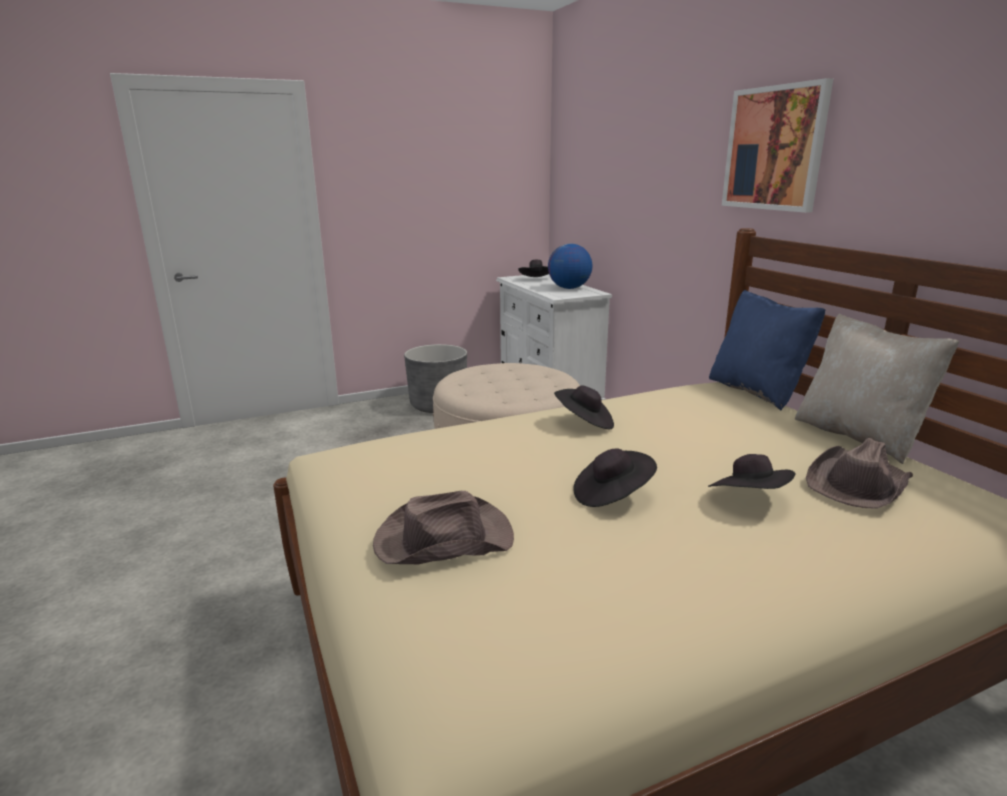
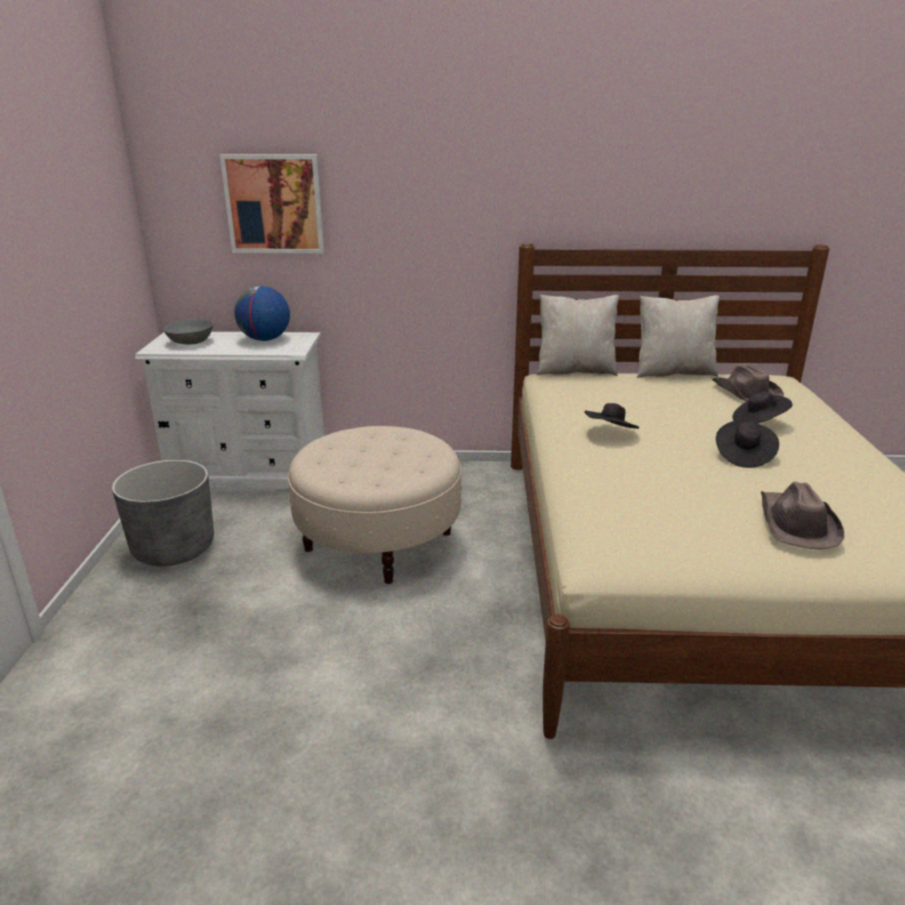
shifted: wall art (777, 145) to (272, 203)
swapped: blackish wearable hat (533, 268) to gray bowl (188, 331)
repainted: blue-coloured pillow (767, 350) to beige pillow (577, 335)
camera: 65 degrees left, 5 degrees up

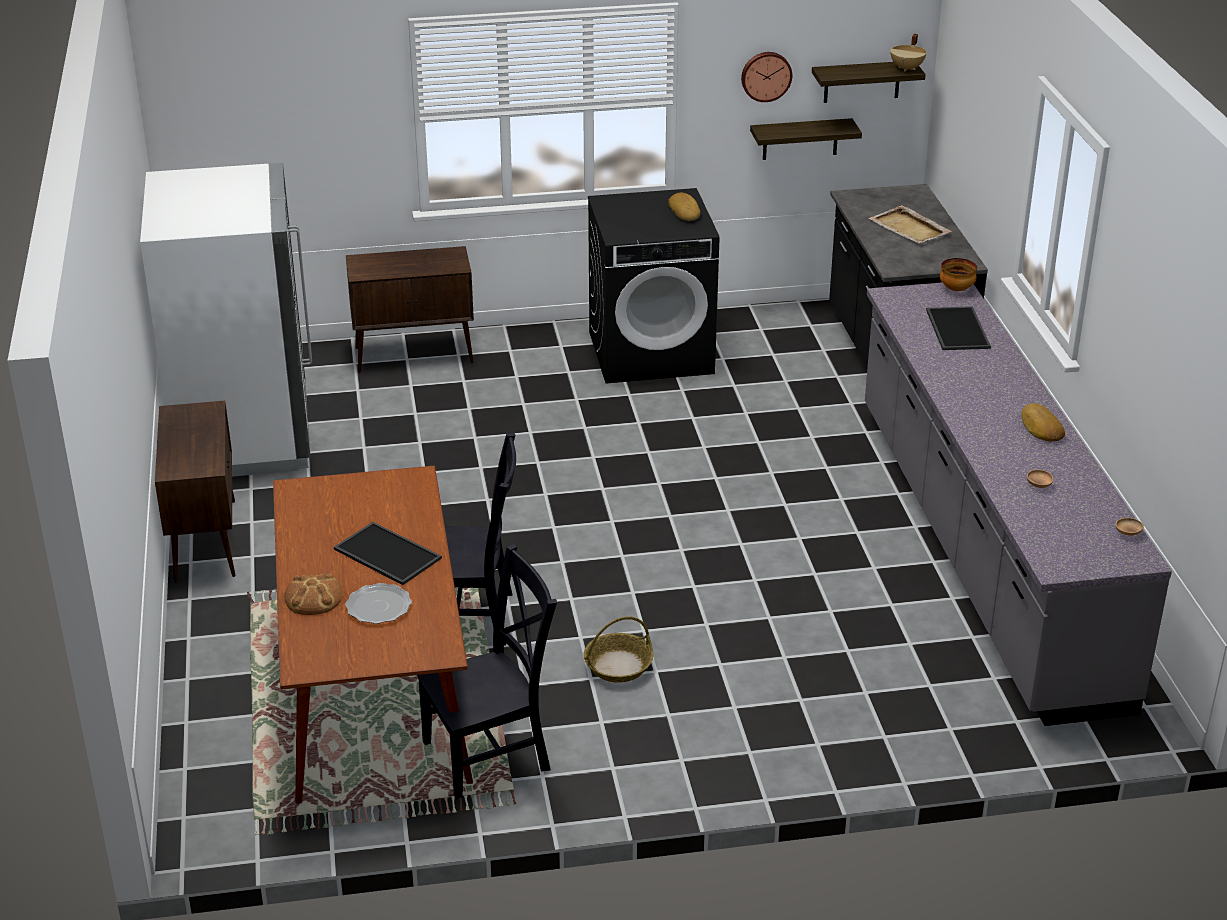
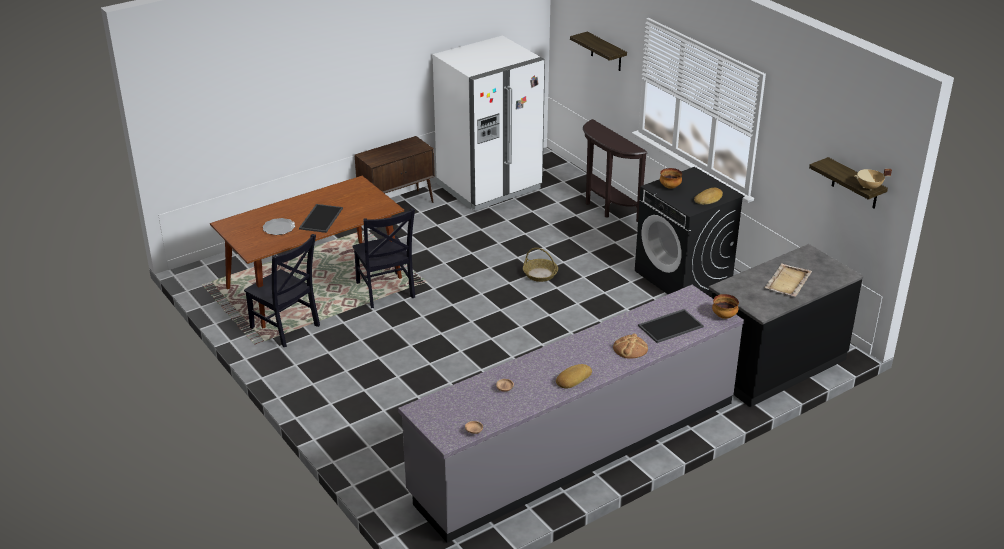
gone: wall clock (766, 77)
new: bowl (671, 178)
shifted: bread (313, 594) to (630, 346); household basket (618, 649) to (540, 265); wall shelf (806, 139) to (598, 51)
swapped: brown cabinet (410, 309) to brown hall table (615, 170)
camera: 65 degrees right, 0 degrees up

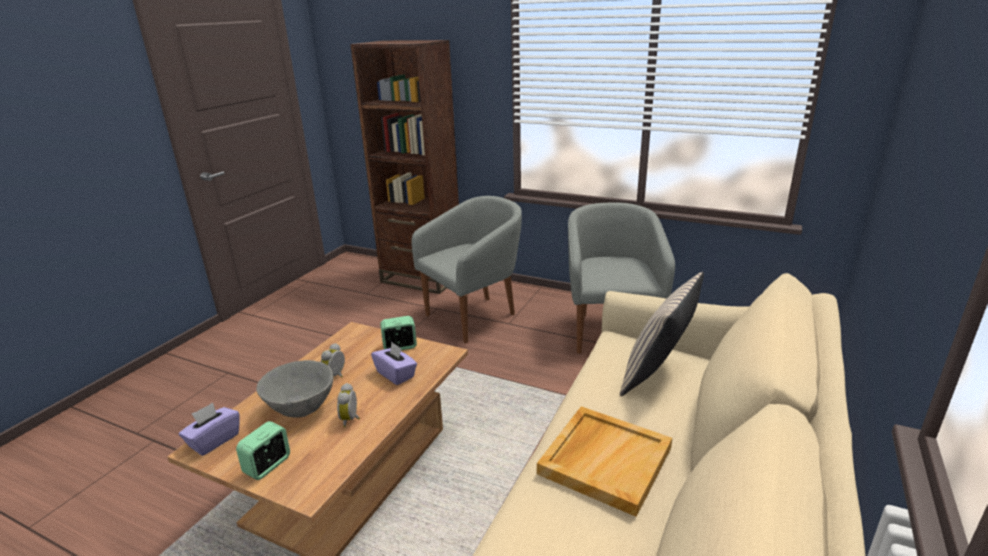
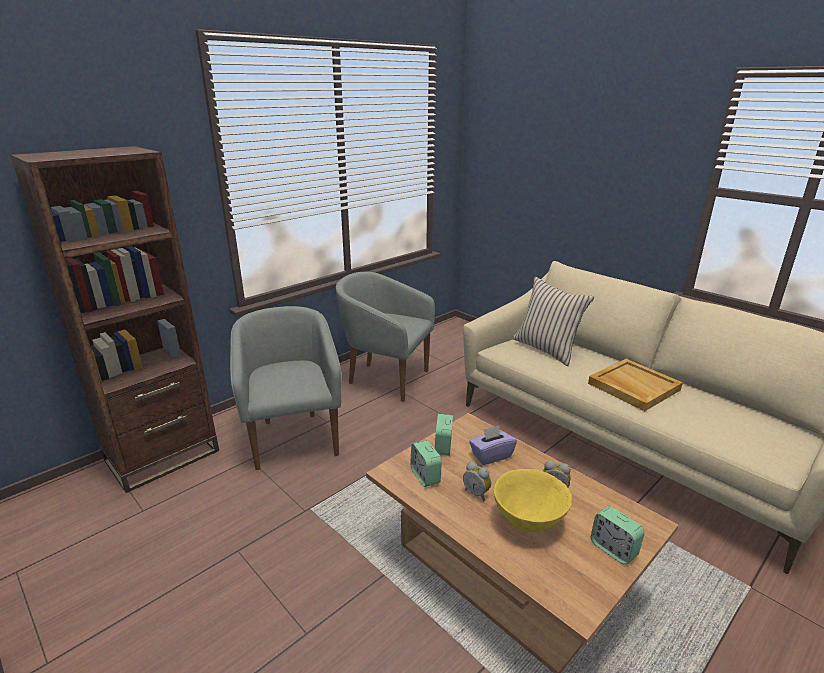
gone: purplish tissue box (209, 429)
new: bedside clock (426, 463)
repainted: gray bowl (294, 388) to yellowish bowl (533, 500)
camera: 70 degrees left, 0 degrees up

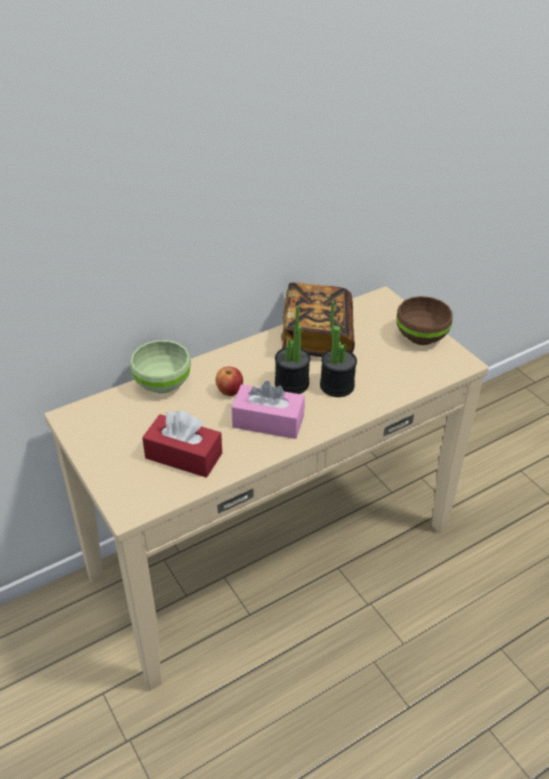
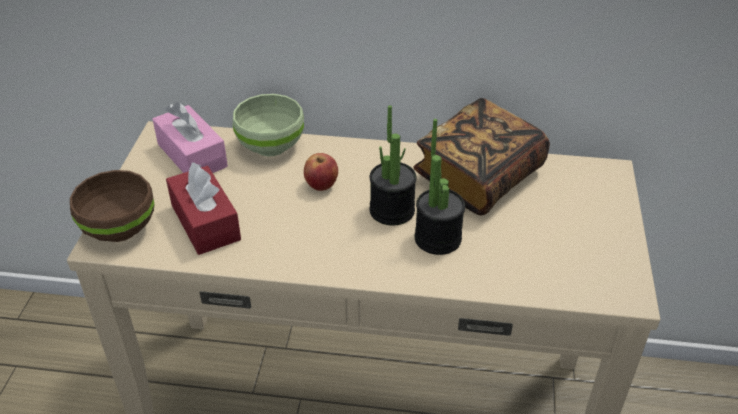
shifted: pink-coloured tissue box (268, 410) to (190, 137); brown bowl (424, 320) to (112, 206)
camera: 40 degrees right, 0 degrees up

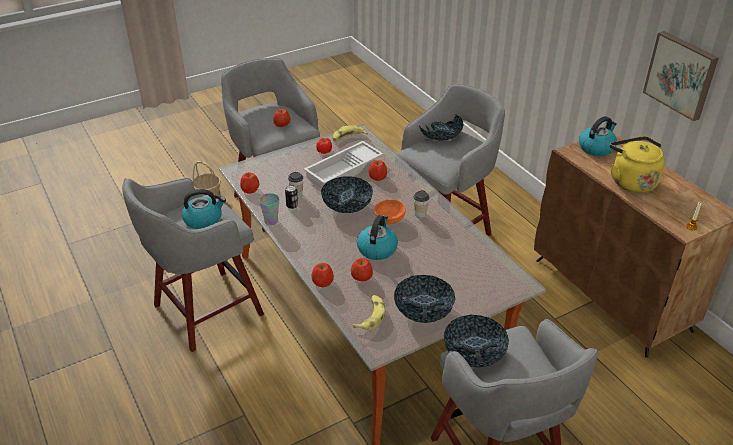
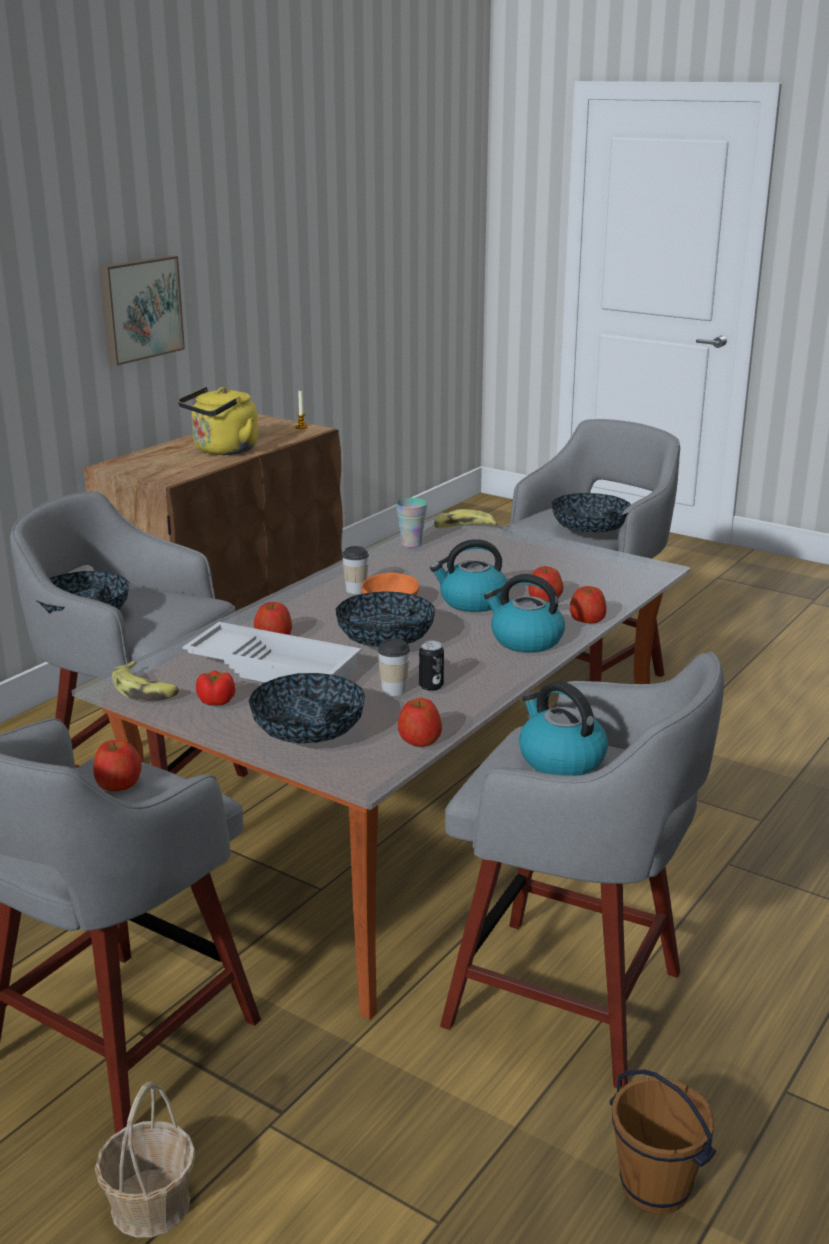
new: brown water bucket (663, 1142)
shifted: drinking cup (269, 209) to (411, 522); banana fruit (368, 312) to (466, 518); bowl (424, 299) to (306, 708); kettle (598, 136) to (524, 613)
camera: 115 degrees left, 15 degrees down

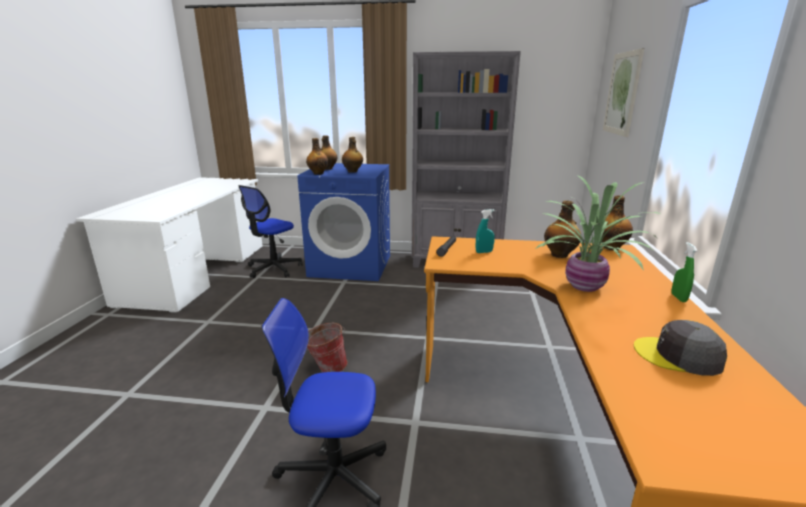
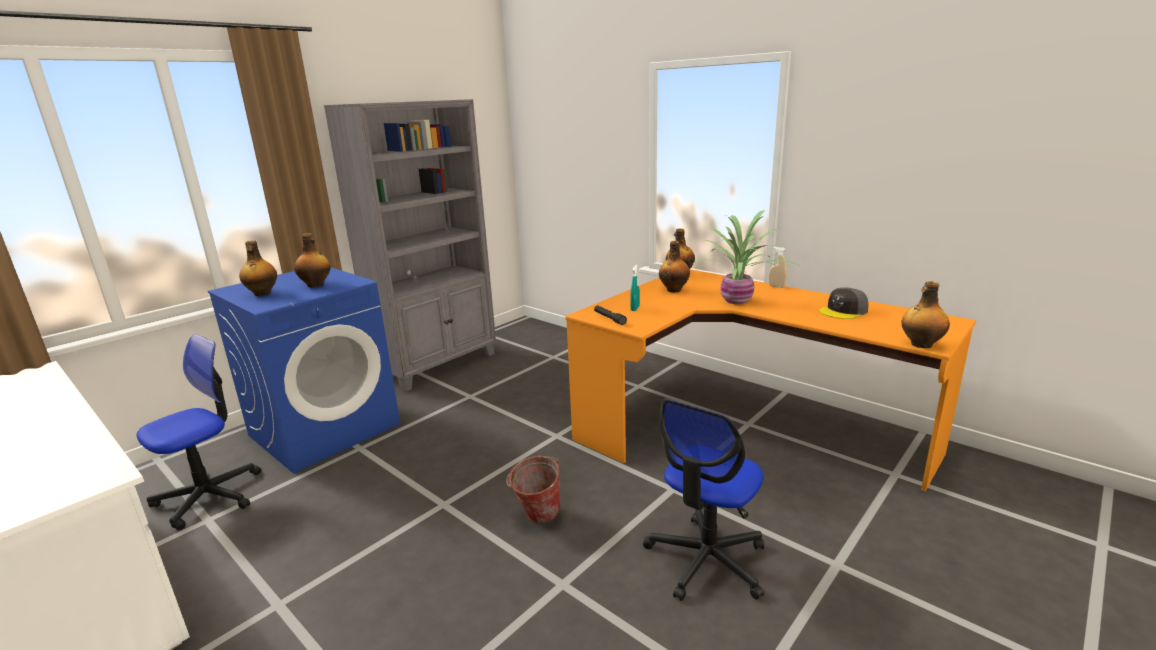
gone: wall art (623, 92)
shifted: bottle (317, 156) to (926, 314)
repainted: greenish hand sprayer (684, 272) to beige hand sprayer (778, 267)
rotated: desk chair (270, 231) = (199, 432) 120 degrees counterclockwise
camera: 55 degrees left, 0 degrees up

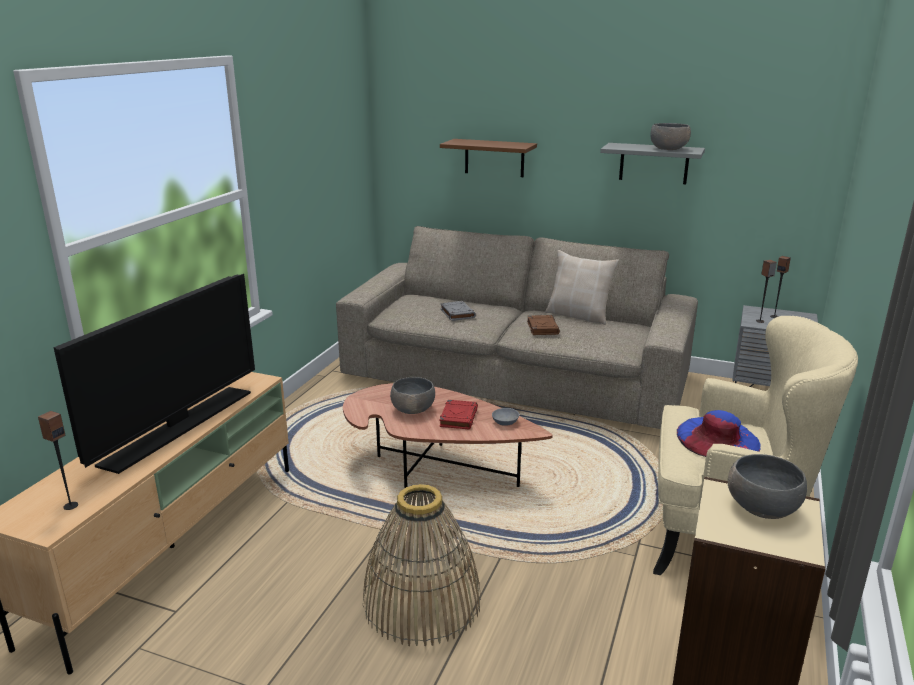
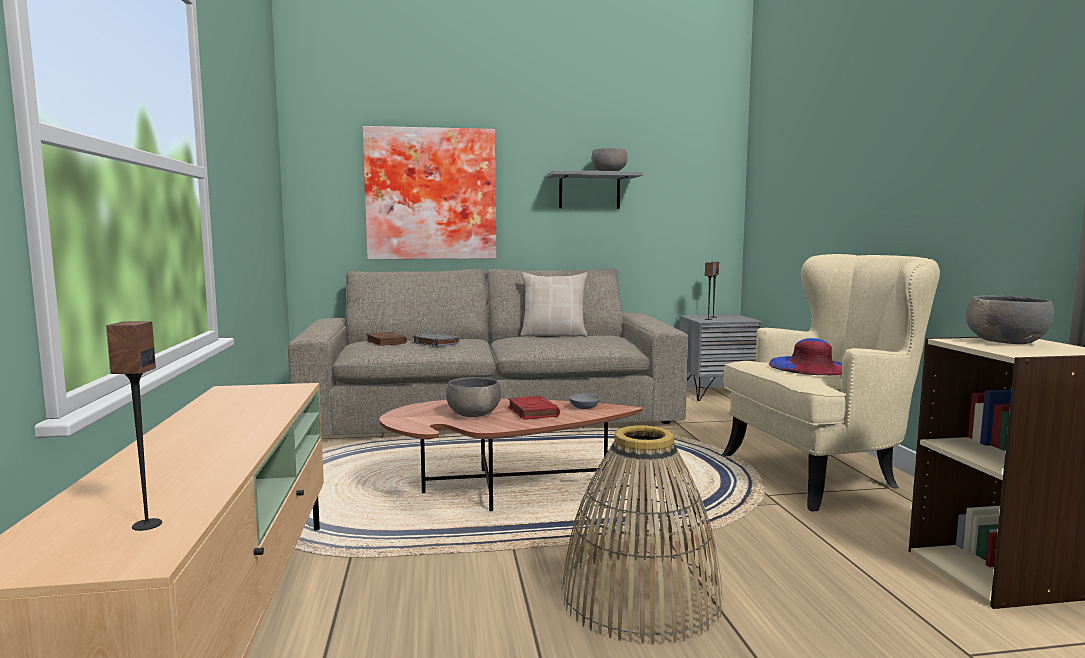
gone: TV (154, 374)
shifted: brown book (543, 325) to (386, 339)
swapped: brown wall shelf (488, 158) to wall art (429, 192)
camera: 30 degrees left, 15 degrees down

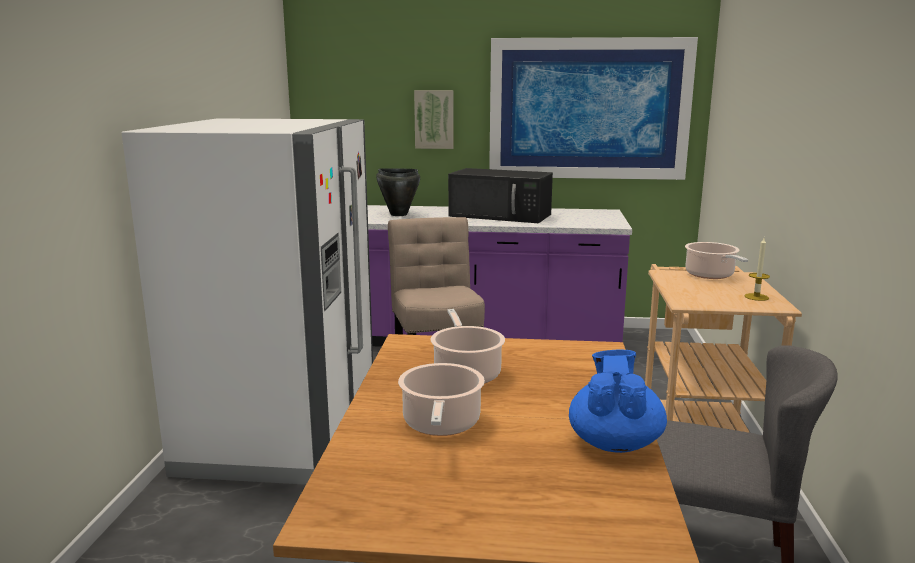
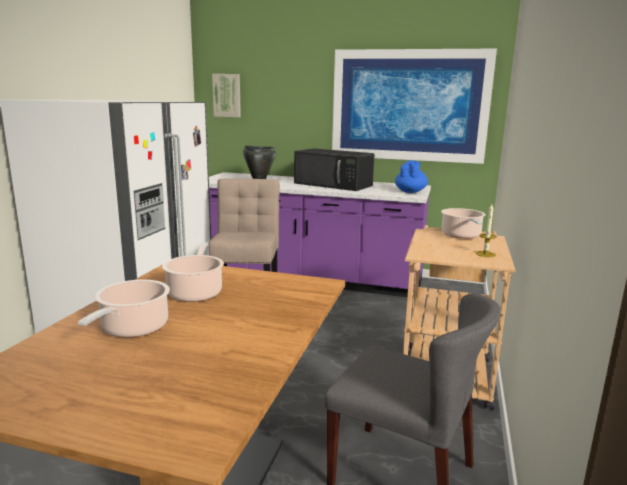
shifted: wall art (434, 119) to (226, 95); blue-coloured teapot (618, 401) to (411, 177)
camera: 10 degrees right, 0 degrees up

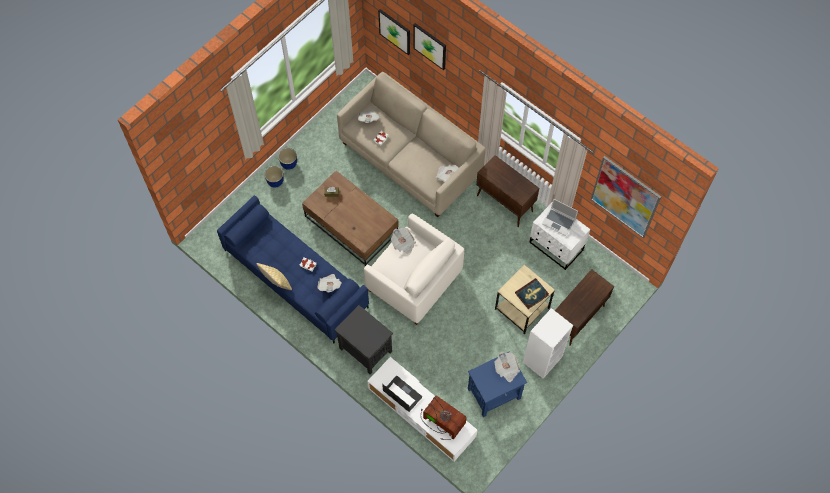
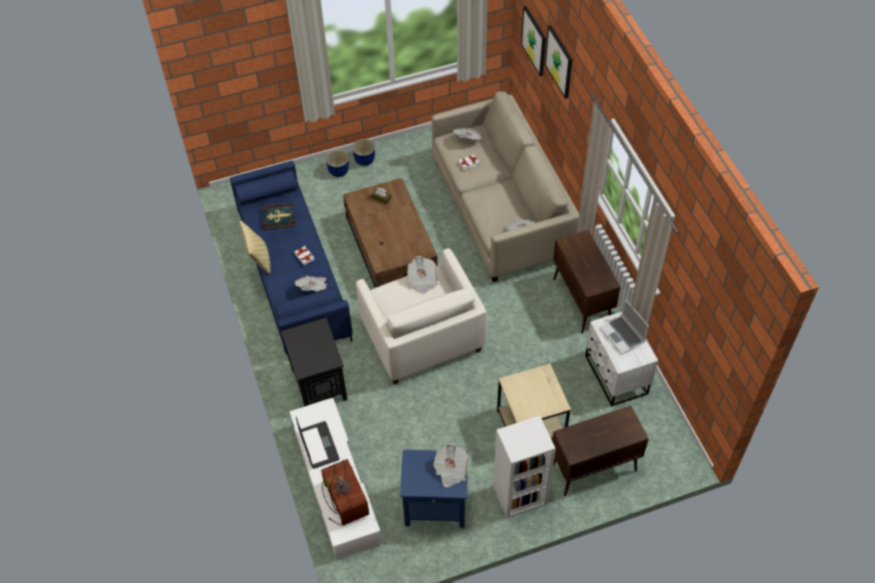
gone: wall art (626, 197)
shifted: book (532, 293) to (278, 217)
camera: 30 degrees right, 10 degrees down

